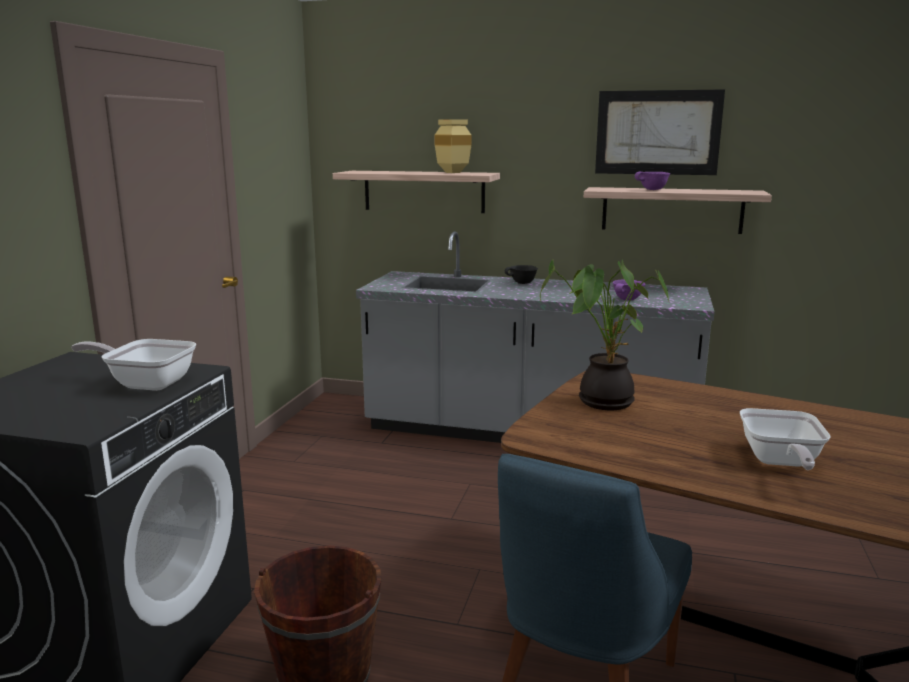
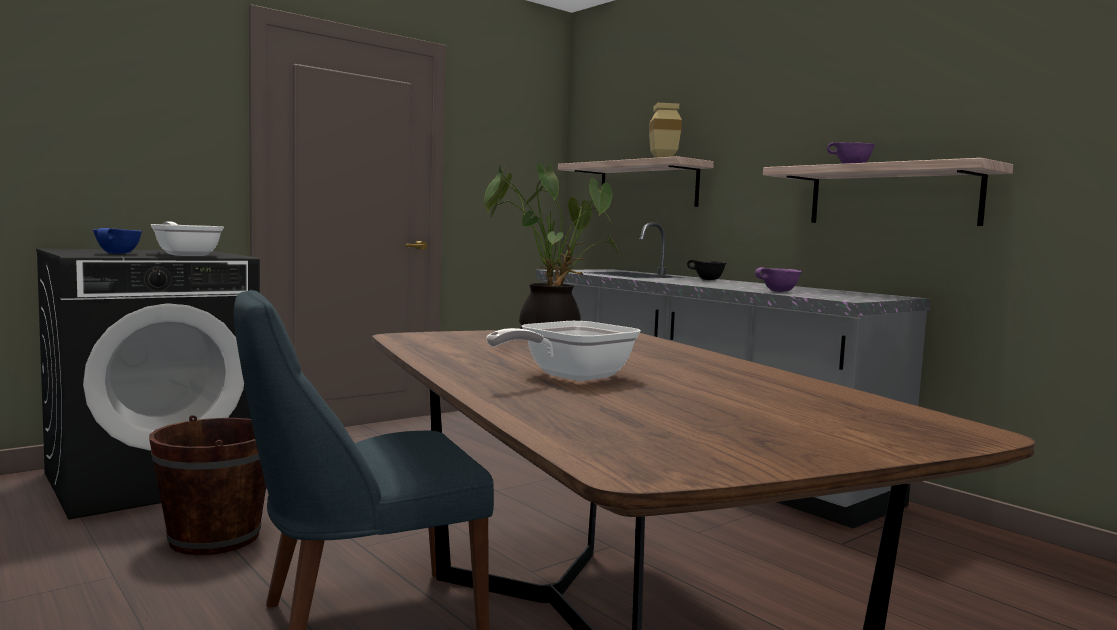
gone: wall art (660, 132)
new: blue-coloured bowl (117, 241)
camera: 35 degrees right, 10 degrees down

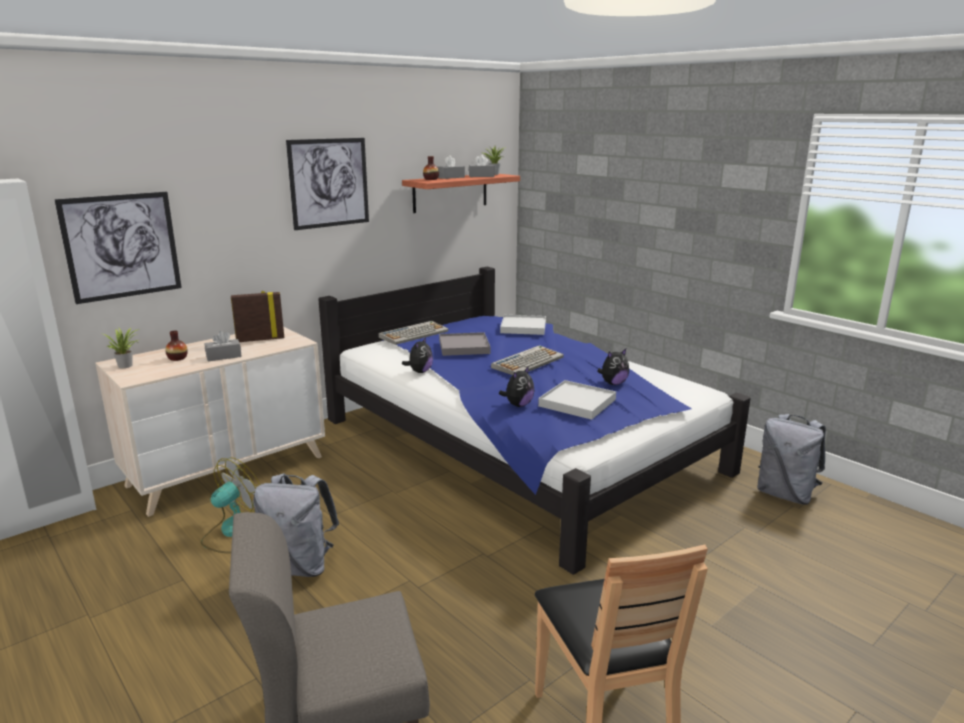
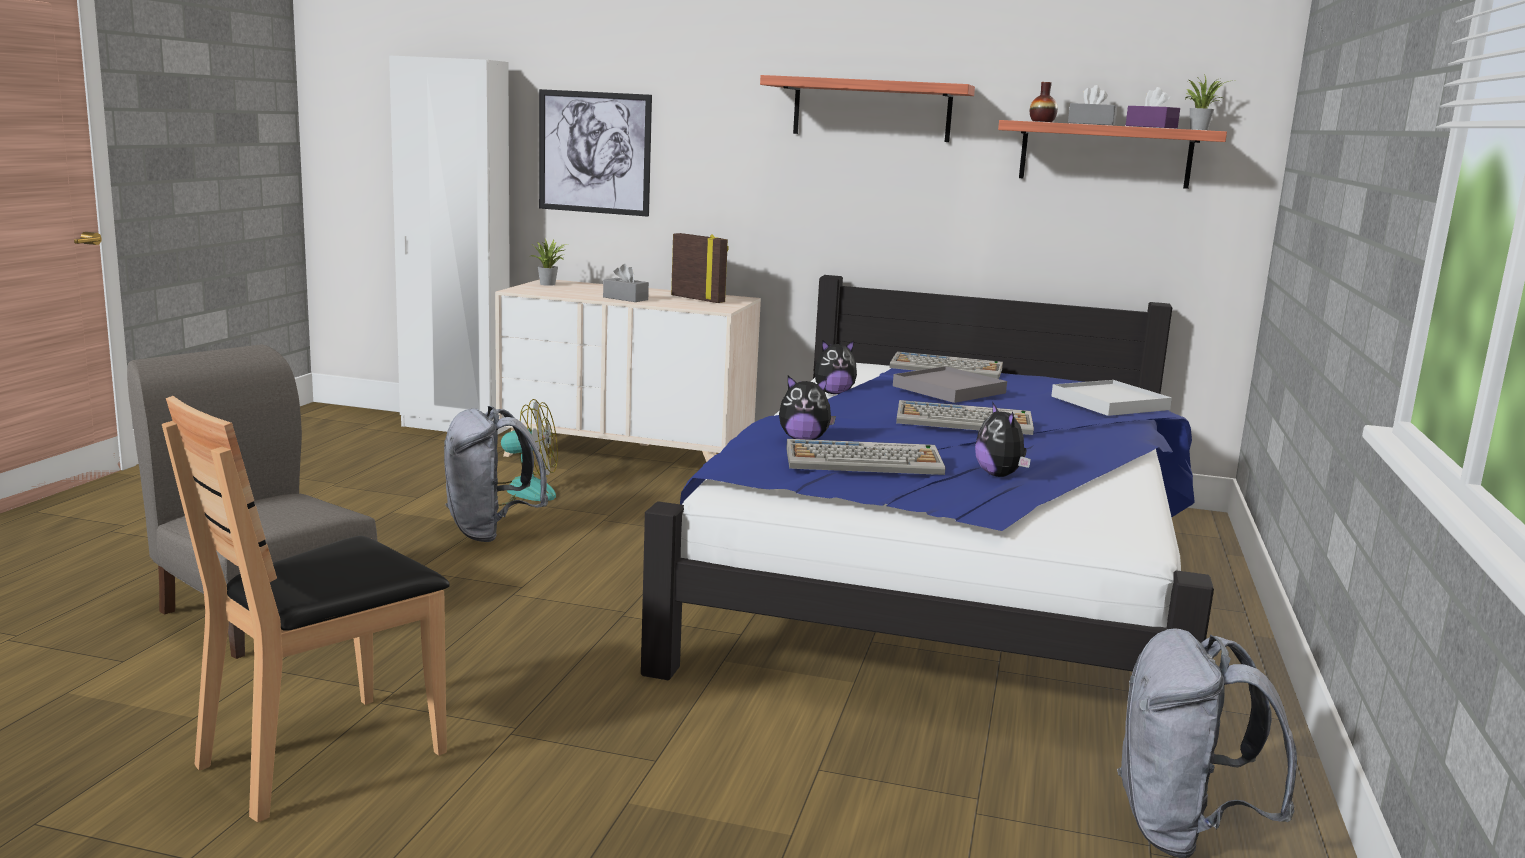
gone: flower vase (176, 346)
swapped: wall art (327, 184) to wall shelf (867, 108); white-coloured serving tray (577, 400) to keyboard (865, 457)
repainted: gray tissue box (482, 165) to purplish tissue box (1153, 107)
rotated: soft toy (613, 367) = (1003, 439) 45 degrees clockwise
camera: 55 degrees right, 5 degrees down

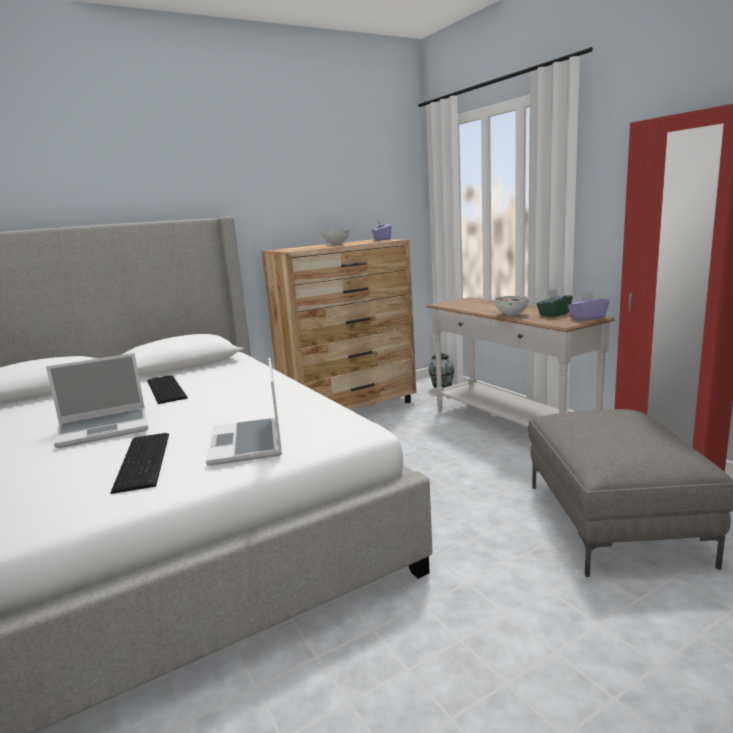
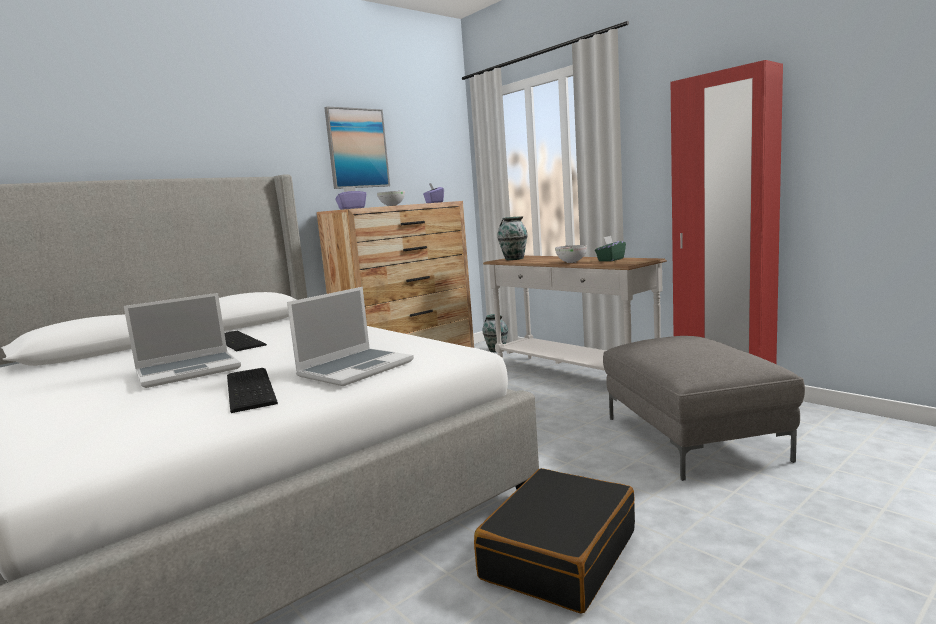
new: wall art (357, 148); blackish suitcase (554, 541); flower vase (513, 238)
shifted: purplish tissue box (588, 306) to (350, 197)
rotated: laptop (244, 412) = (350, 336) 120 degrees counterclockwise
camera: 10 degrees left, 5 degrees down

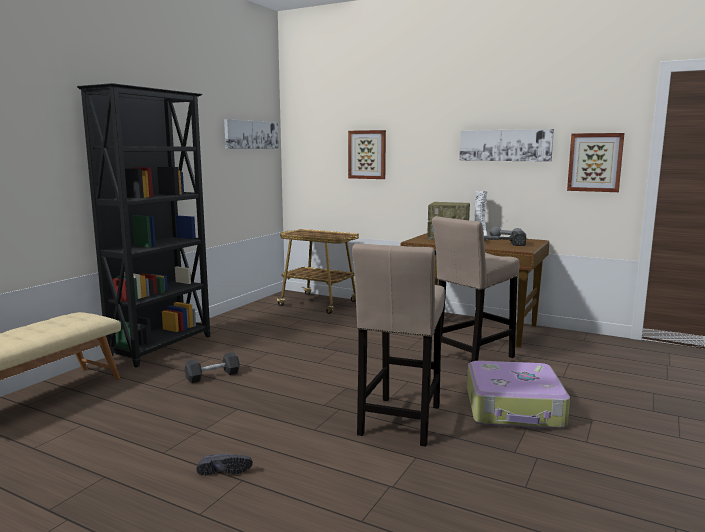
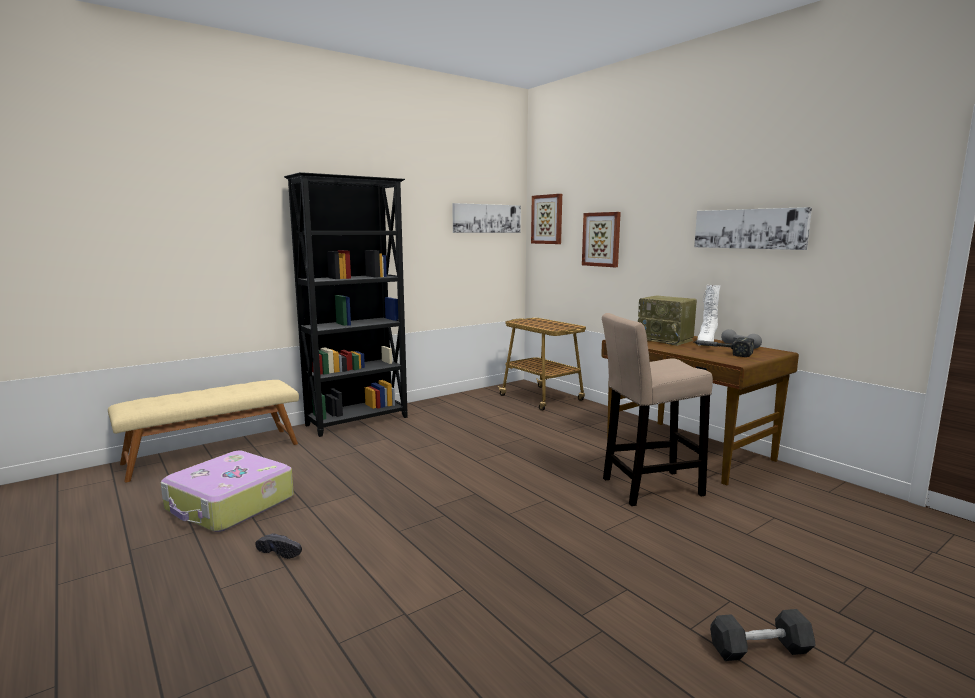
gone: beige sitting stool (398, 345)
shifted: blackish dumbbell (212, 367) to (763, 635); suitcase (518, 395) to (227, 491); wall art (595, 162) to (546, 219)
camera: 25 degrees right, 0 degrees up

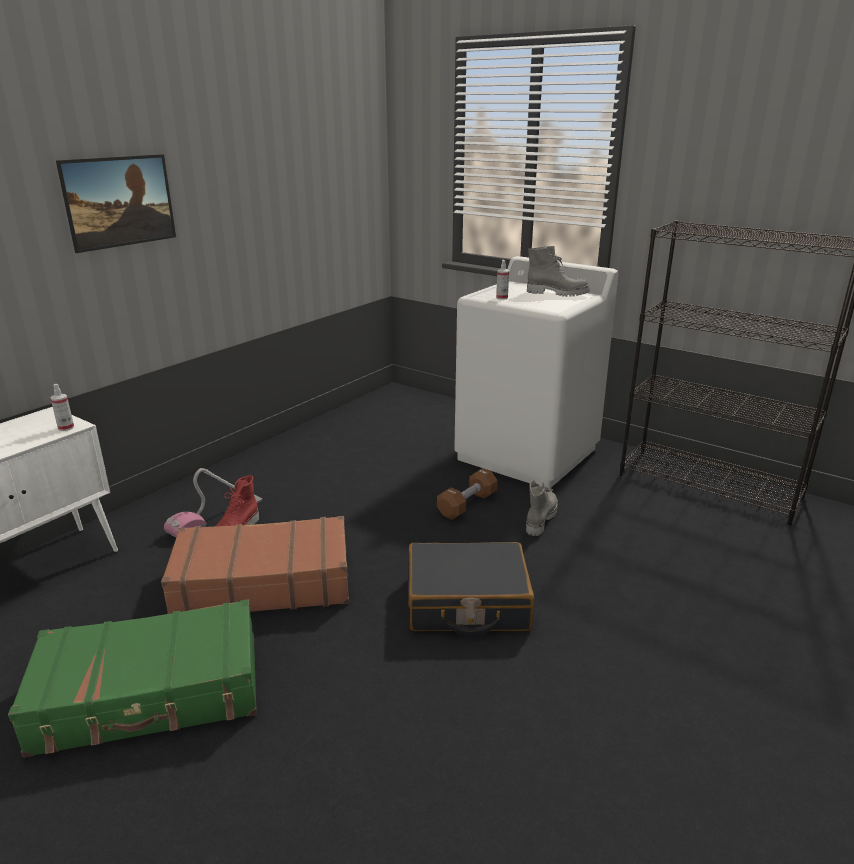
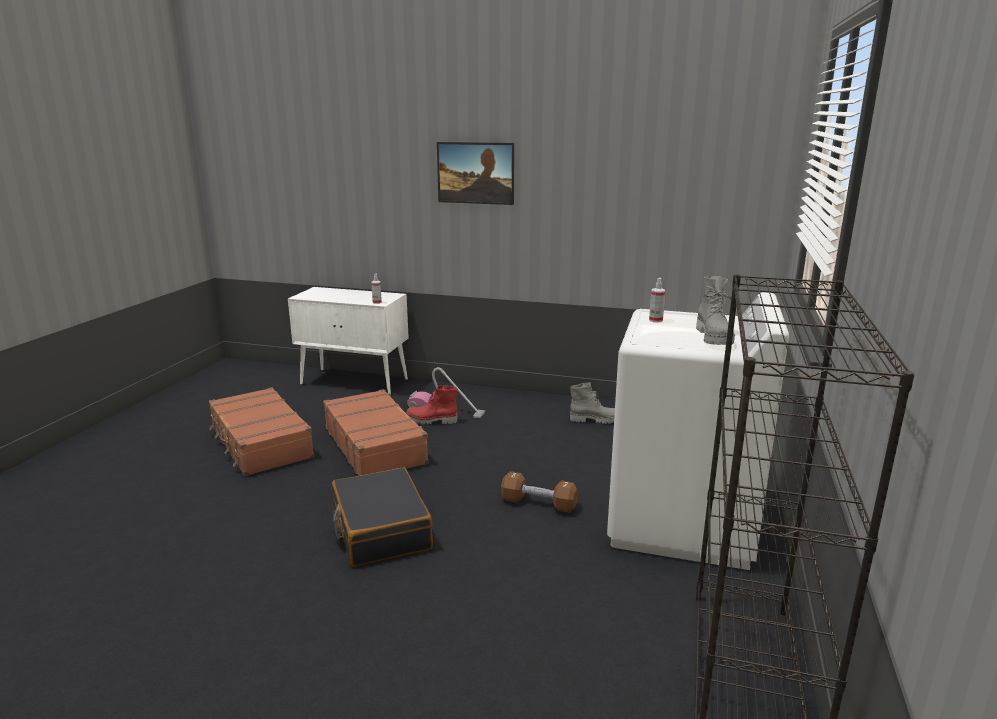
shifted: gray boot (542, 507) to (592, 403)
repainted: greenish suitcase (132, 678) to brown suitcase (261, 431)
camera: 70 degrees right, 5 degrees down

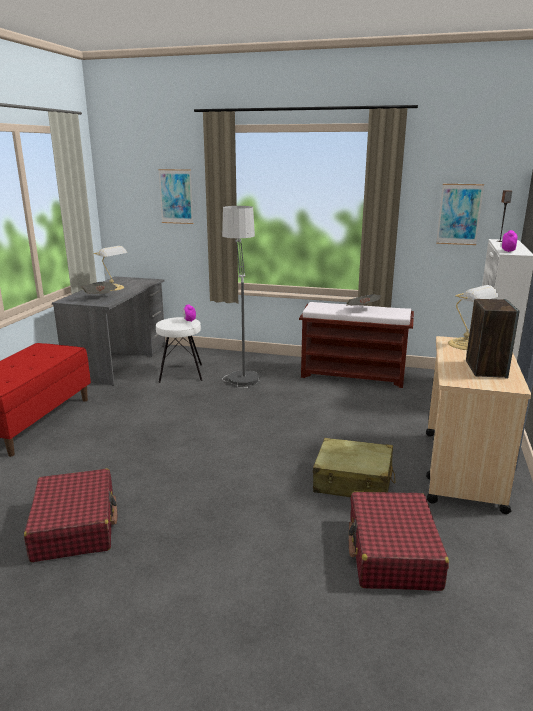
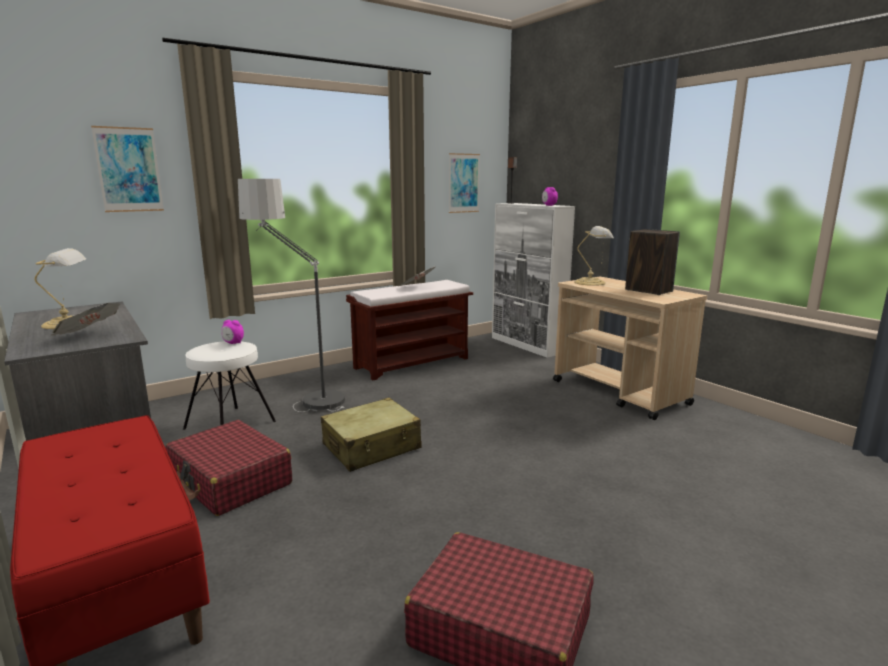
shifted: beige suitcase (354, 467) to (371, 435); red-coloured suitcase (399, 541) to (228, 468)
camera: 50 degrees left, 5 degrees down

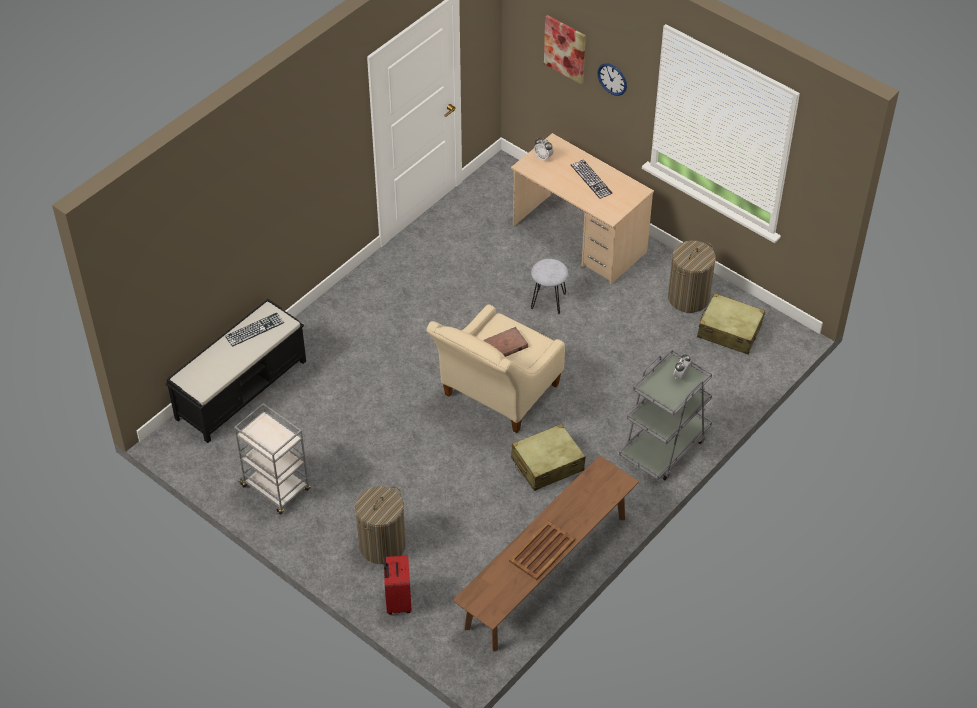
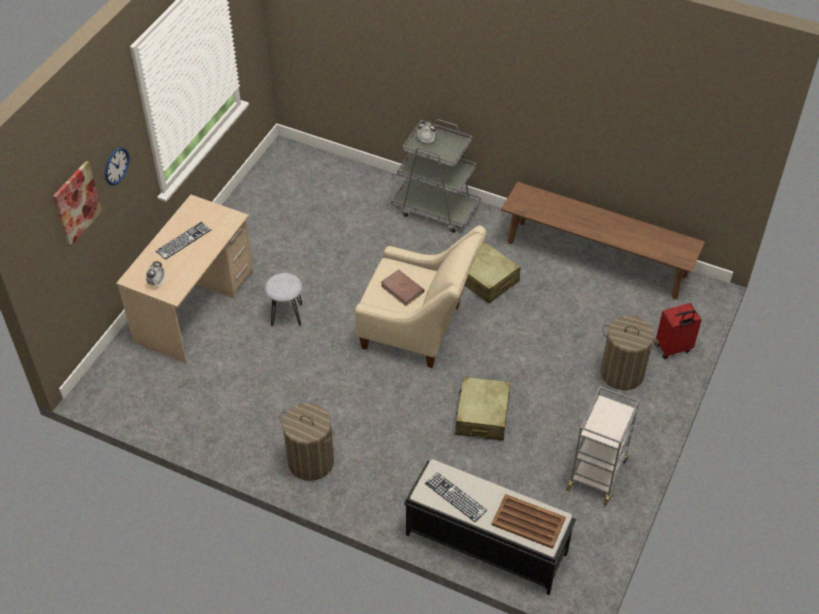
shifted: brown serving tray (542, 550) to (528, 521); laundry basket (692, 277) to (306, 442); beige suitcase (731, 324) to (482, 409)
camera: 105 degrees left, 0 degrees up

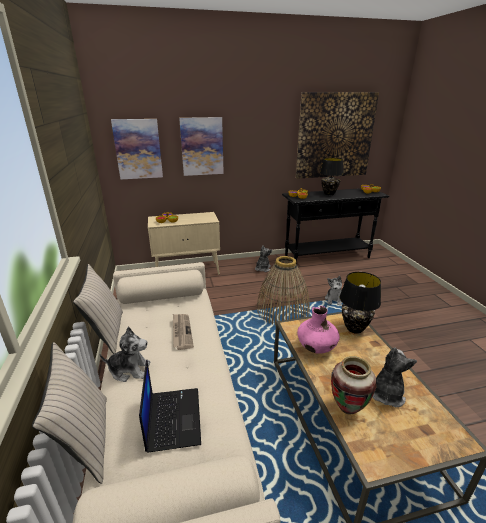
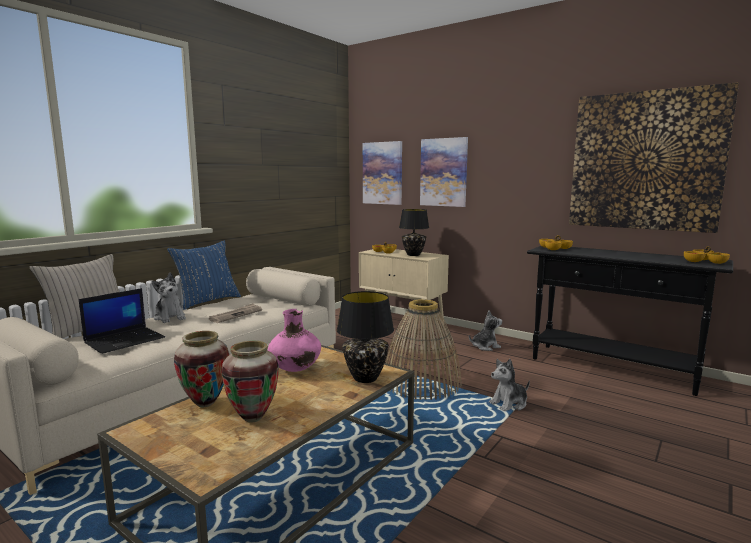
shifted: blackish tabletop lamp (332, 176) to (414, 232)
swapped: soft toy (394, 377) to flower vase (250, 382)
repainted: beige pillow (98, 309) to blue-coloured pillow (204, 275)
camera: 50 degrees right, 15 degrees down

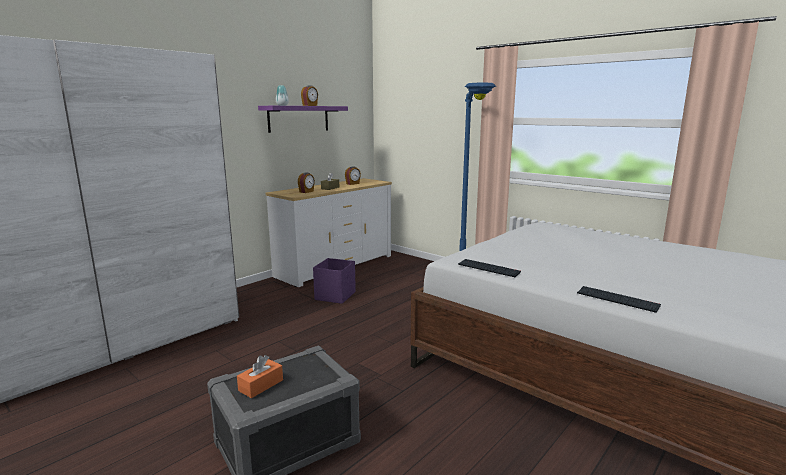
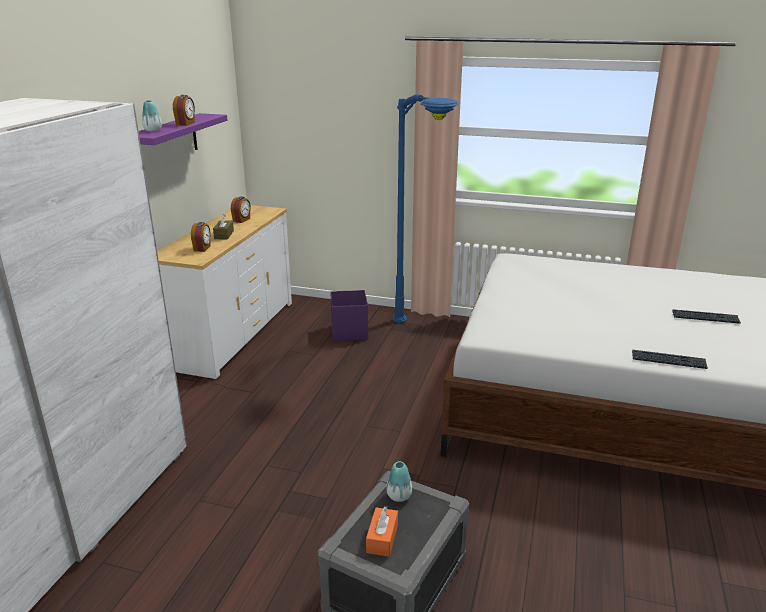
new: flower vase (399, 481)
shifted: purplish storage box (334, 281) to (349, 316); keyboard (489, 268) to (706, 316)
camera: 25 degrees left, 10 degrees up

